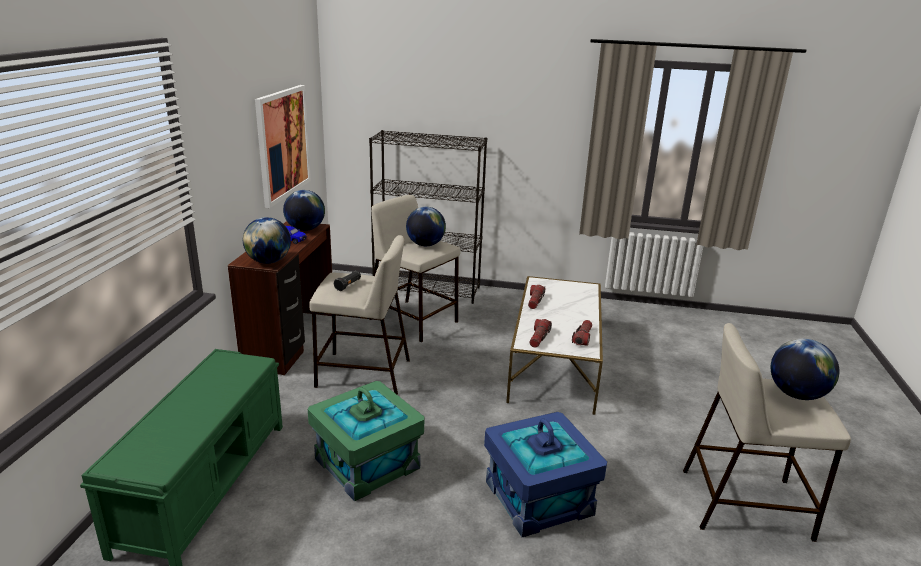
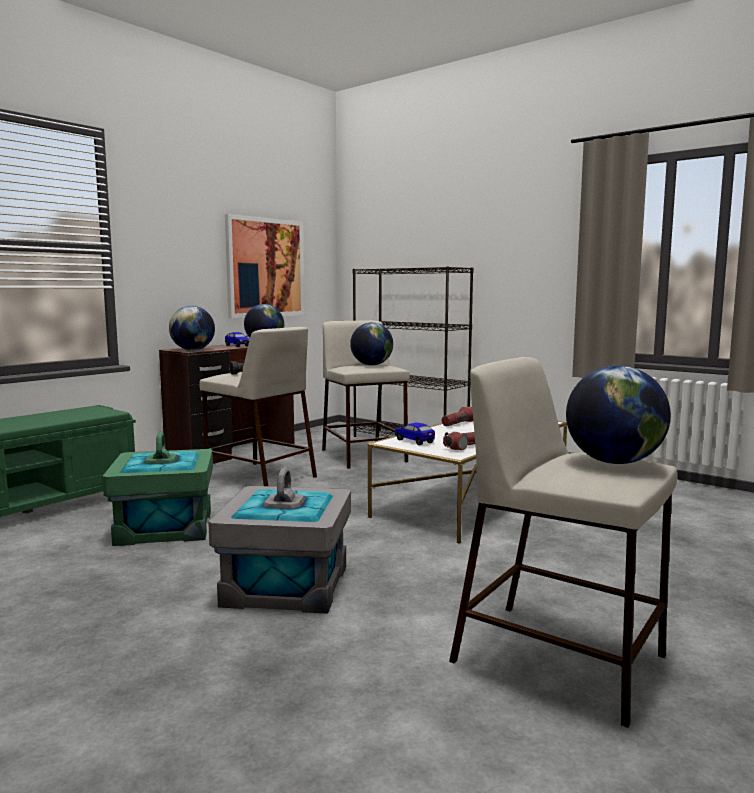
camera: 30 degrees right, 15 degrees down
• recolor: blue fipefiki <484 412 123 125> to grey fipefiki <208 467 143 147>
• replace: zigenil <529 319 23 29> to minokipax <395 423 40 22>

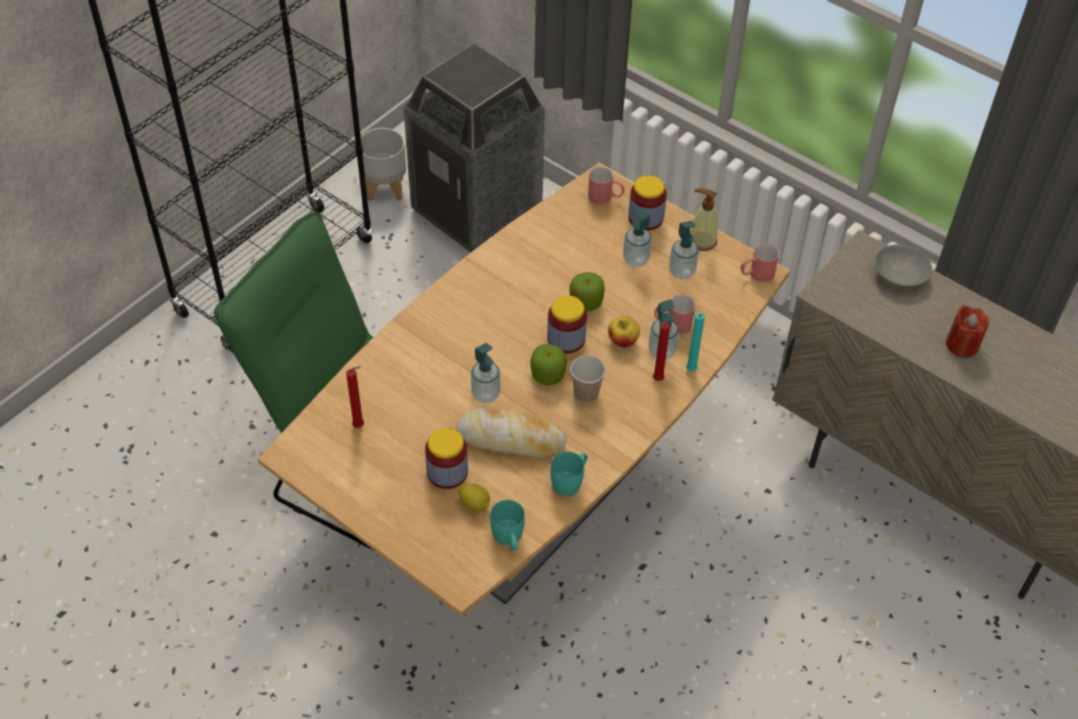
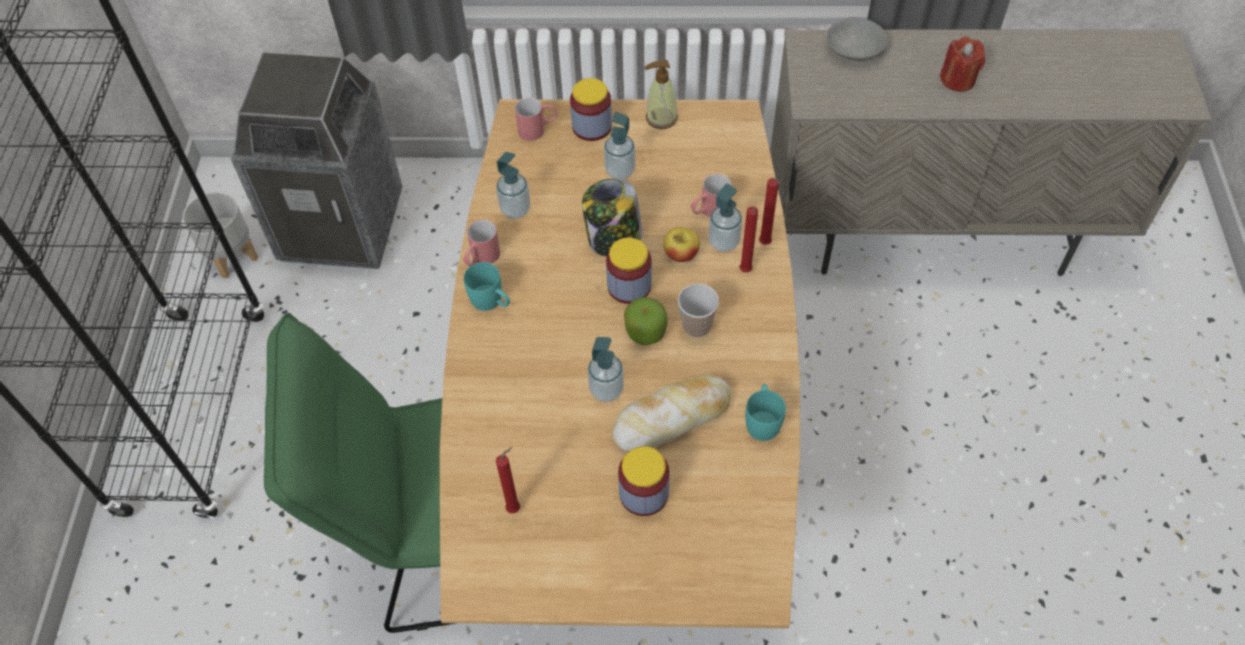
camera: 35 degrees left, 5 degrees up
• delete: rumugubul <458 484 32 28>
• move: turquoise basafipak <490 500 35 51> to <464 262 46 49>
• replace: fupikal <569 272 35 39> to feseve <582 178 60 78>
• move: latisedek <669 221 30 58> to <496 152 34 67>
• recolor: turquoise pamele <686 312 19 60> to red pamele <759 178 21 67>
• move: red basafipak <741 243 38 39> to <463 220 37 47>

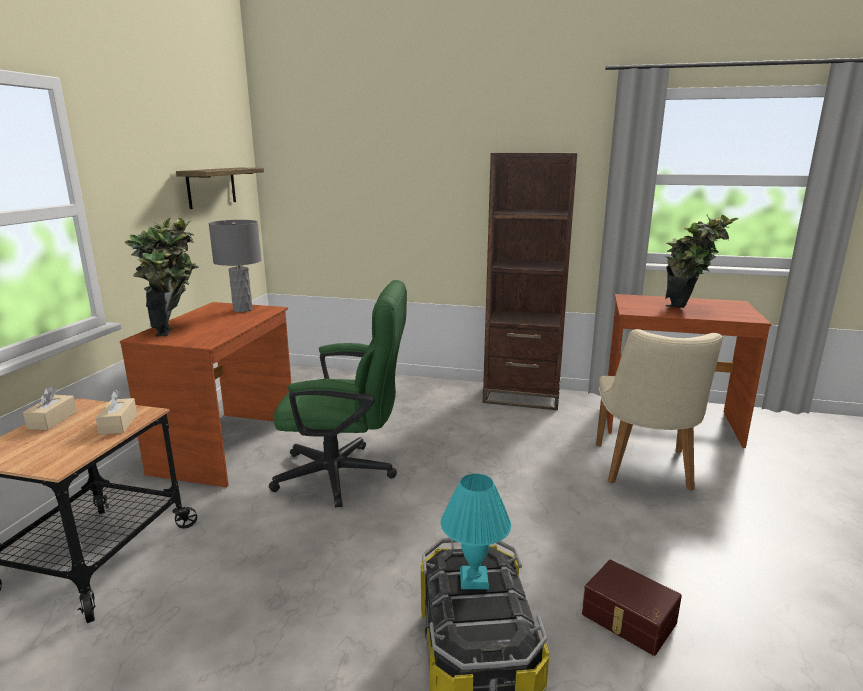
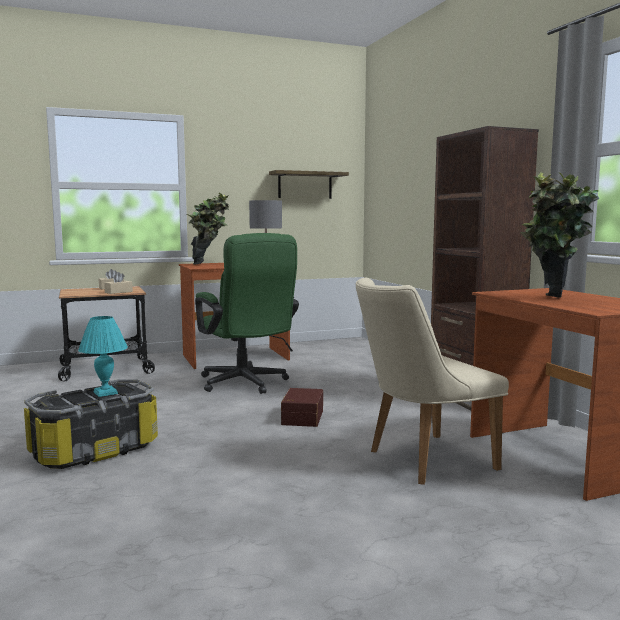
camera: 55 degrees right, 10 degrees down
• move: brown fipefiki <582 560 100 96> to <281 388 42 39>

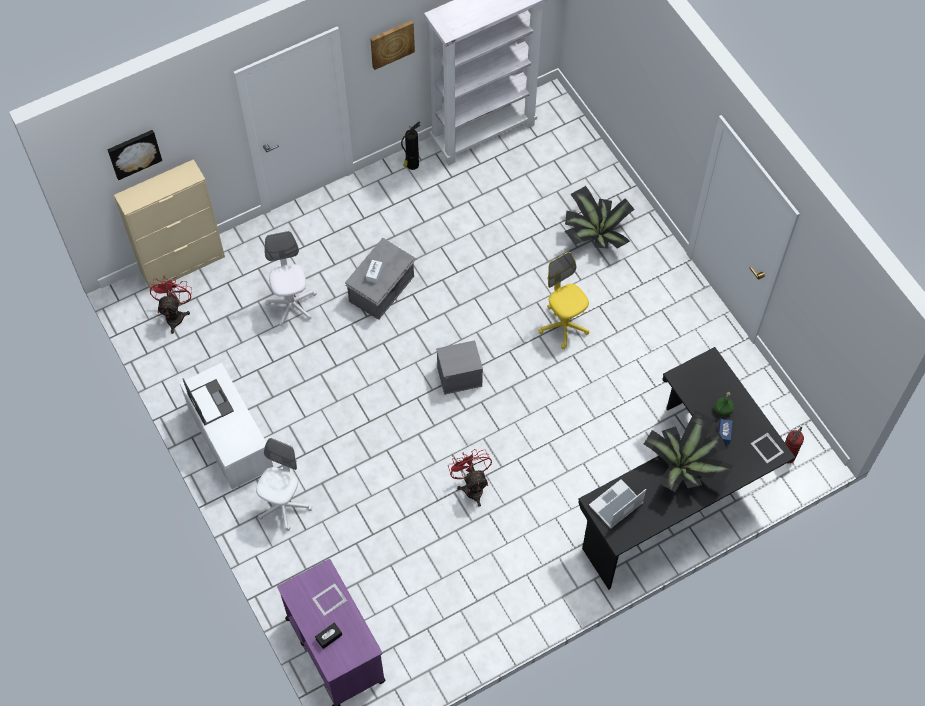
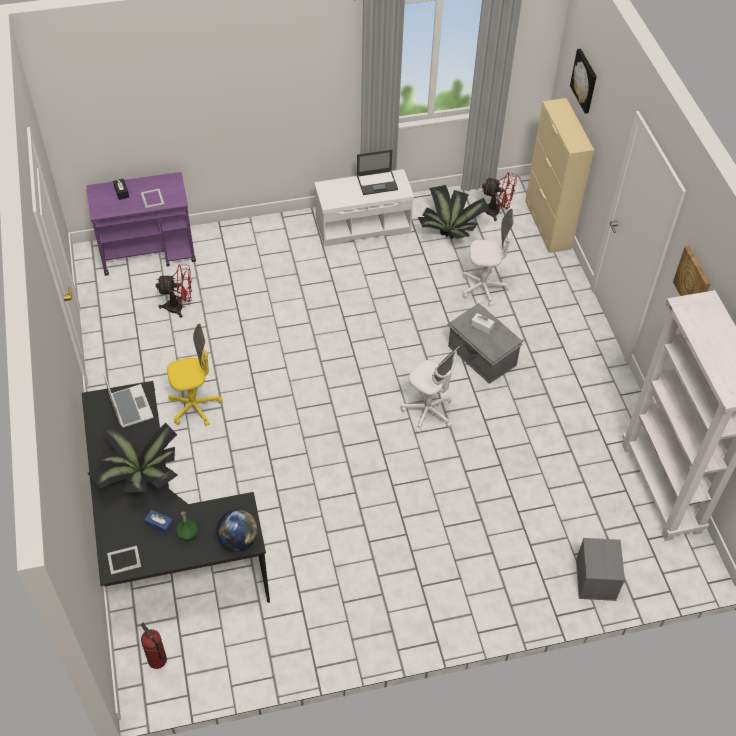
camera: 105 degrees right, 10 degrees down
• move: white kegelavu <256 438 56 93> to <401 346 58 87>
• delete: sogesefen <401 122 20 48>
• move: grey fipefiki <436 340 47 55> to <576 538 49 63>
• move: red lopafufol <448 449 44 58> to <156 265 36 53>
• move: yellow kegelavu <538 252 51 97> to <167 324 56 102>
• move: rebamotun <565 186 70 63> to <418 185 72 54>
• insert: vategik <217 509 41 42>

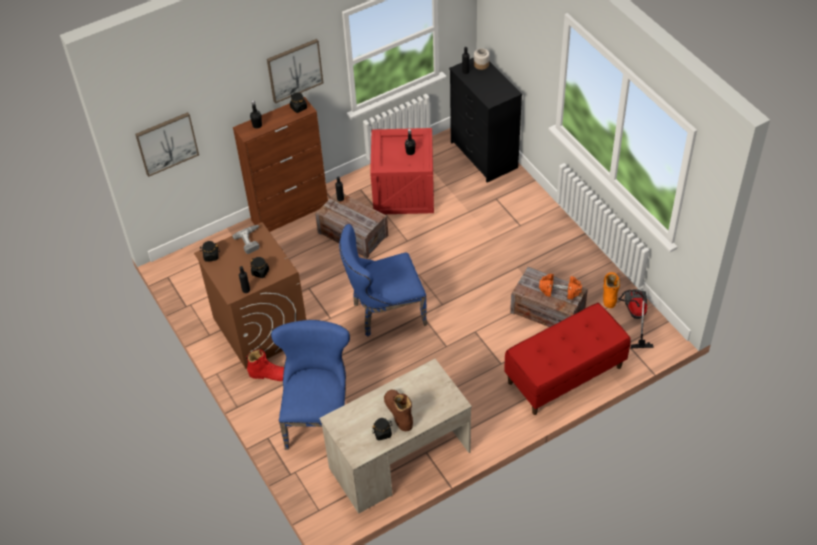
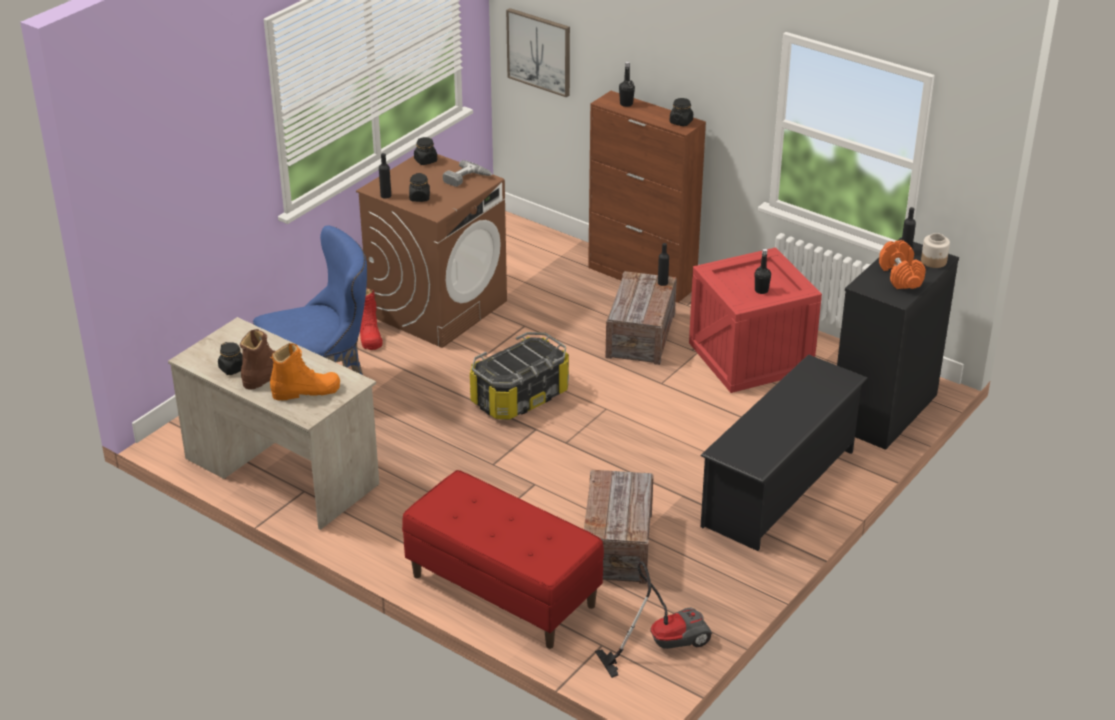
camera: 65 degrees right, 15 degrees down
• delete: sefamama <267 39 56 65>
• replace: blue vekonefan <339 224 88 113> to fipefiki <470 332 99 88>
• move: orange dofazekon <539 274 43 26> to <879 240 47 49>
• move: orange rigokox <603 272 17 36> to <270 343 70 58>
• insert: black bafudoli <700 354 168 197>

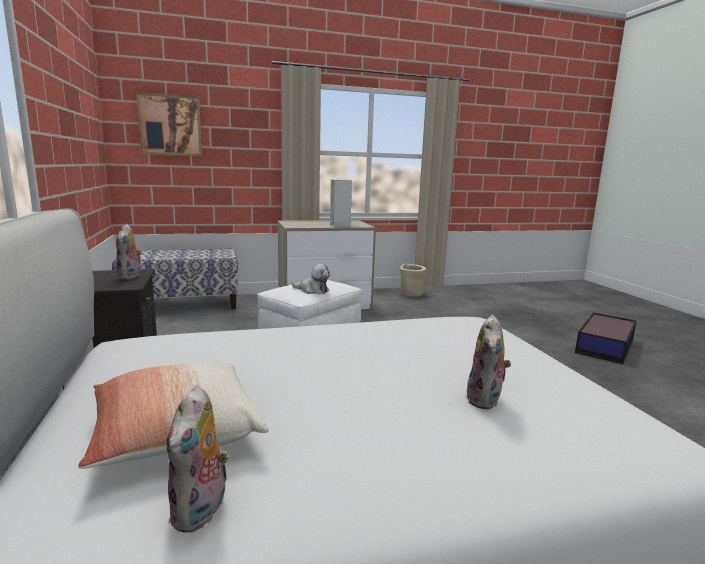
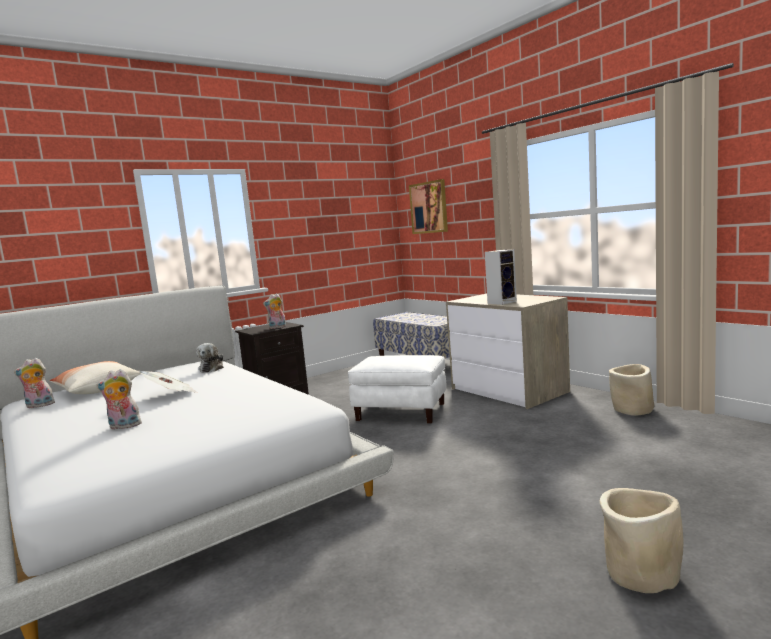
camera: 70 degrees right, 5 degrees down
• move: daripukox <292 264 38 30> to <196 343 28 30>
• replace: fipefiki <575 312 62 52> to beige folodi <599 488 84 105>
• insert: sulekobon <137 371 60 21>

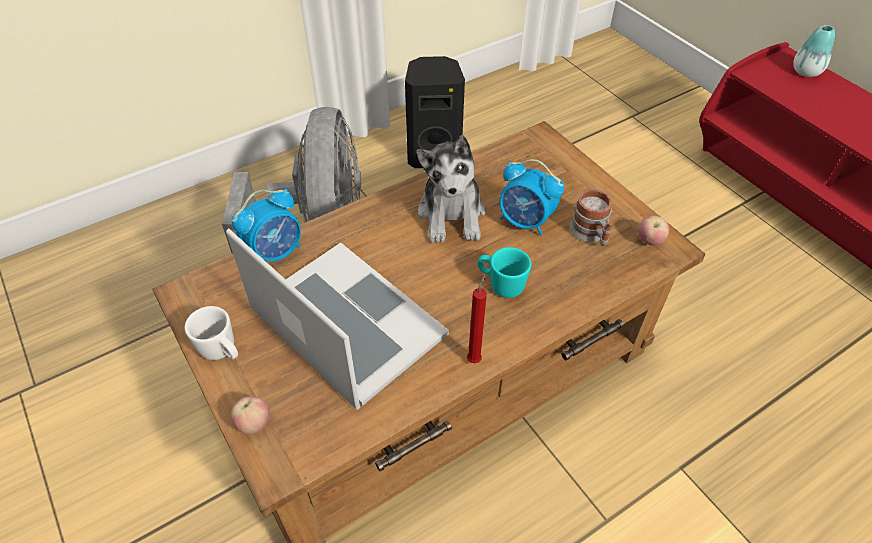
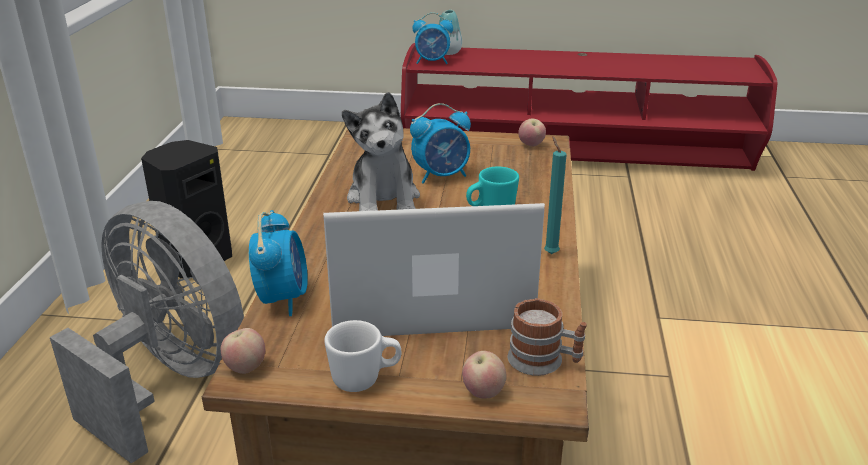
camera: 50 degrees left, 20 degrees down
• rotate: daripukox <416 135 70 108> = <342 92 78 119> 45 degrees clockwise
• recolor: red pamele <467 274 20 89> to turquoise pamele <544 136 23 118>
• move: basafipak <570 189 43 57> to <507 298 80 78>
• insert: fupikal <221 328 44 46>
• insert: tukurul <412 12 41 52>

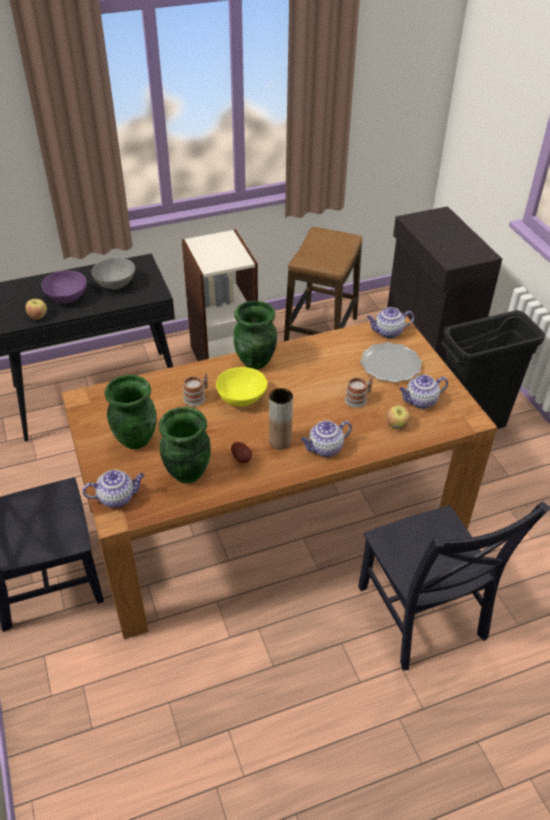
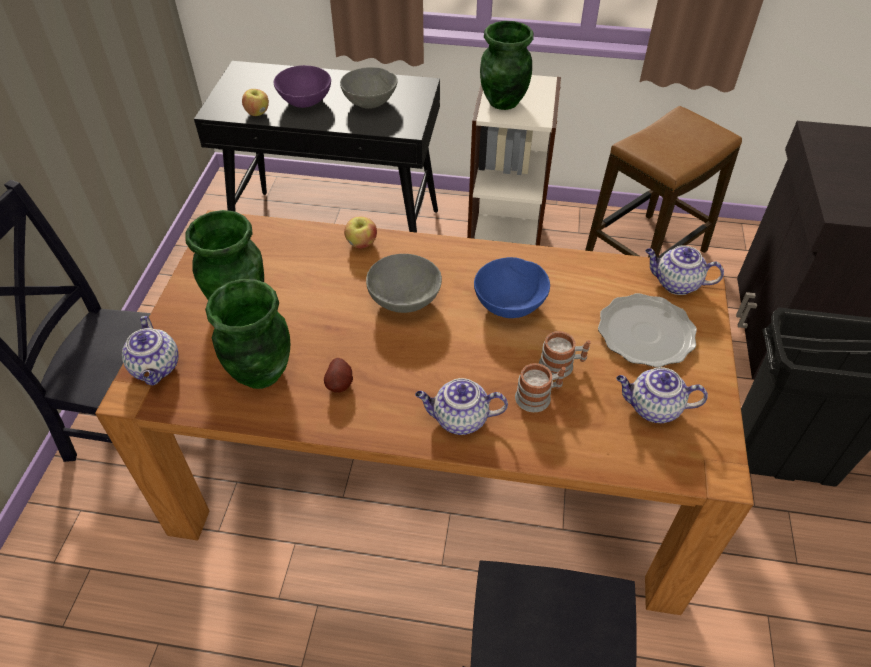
camera: 30 degrees right, 5 degrees up
• rotate: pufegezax <82 470 63 38> = <122 316 57 70> 60 degrees clockwise
• move: basafipak <183 373 25 34> to <515 363 51 49>
• recolor: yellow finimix <216 367 52 39> to grey finimix <366 254 76 59>
• move: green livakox <234 301 43 68> to <480 21 54 89>
• delete: brown livakox <269 388 24 62>
• move: fupikal <386 405 24 24> to <344 217 33 32>
• insert: blue finimix <474 257 76 61>

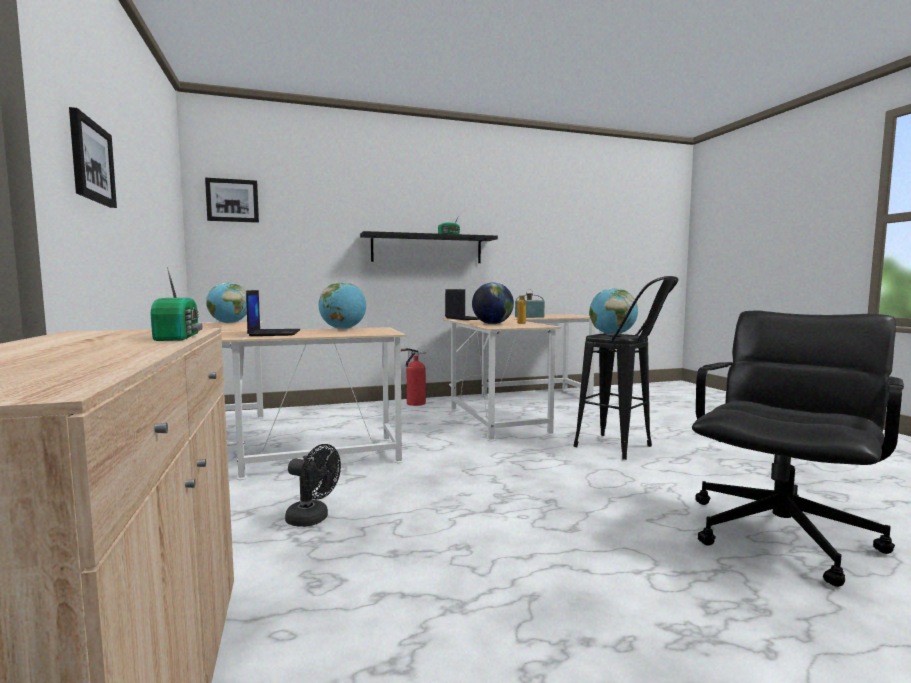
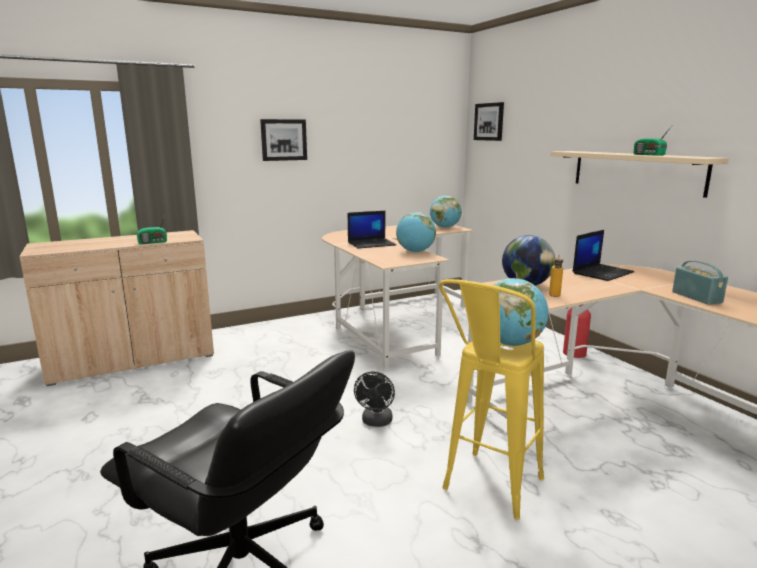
camera: 80 degrees right, 10 degrees up
• move: black lopafufol <285 444 56 83> to <354 372 41 55>
• recolor: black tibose <360 231 138 32> to beige tibose <550 151 179 47>
• recolor: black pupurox <574 276 104 184> to yellow pupurox <439 279 105 241>

